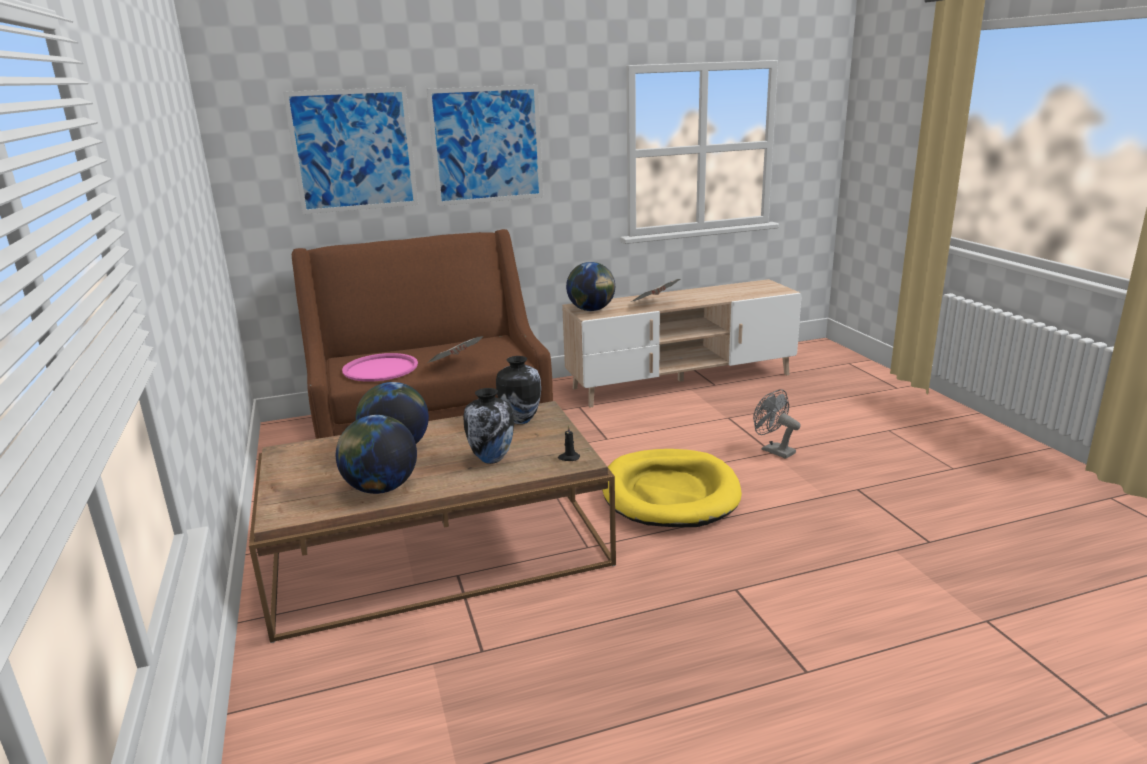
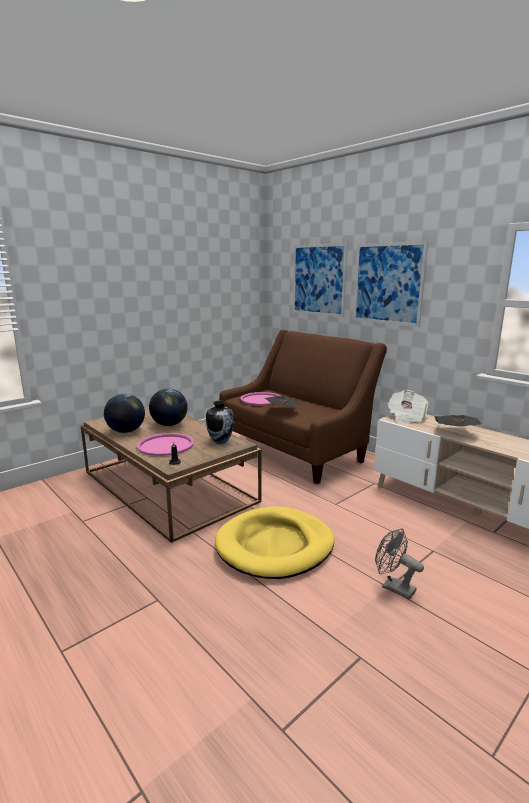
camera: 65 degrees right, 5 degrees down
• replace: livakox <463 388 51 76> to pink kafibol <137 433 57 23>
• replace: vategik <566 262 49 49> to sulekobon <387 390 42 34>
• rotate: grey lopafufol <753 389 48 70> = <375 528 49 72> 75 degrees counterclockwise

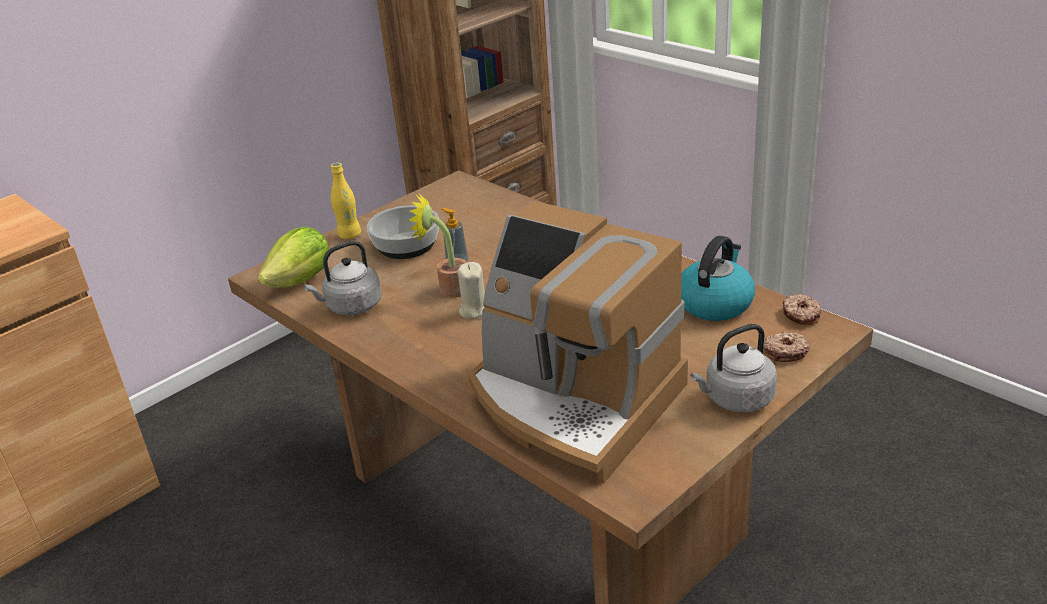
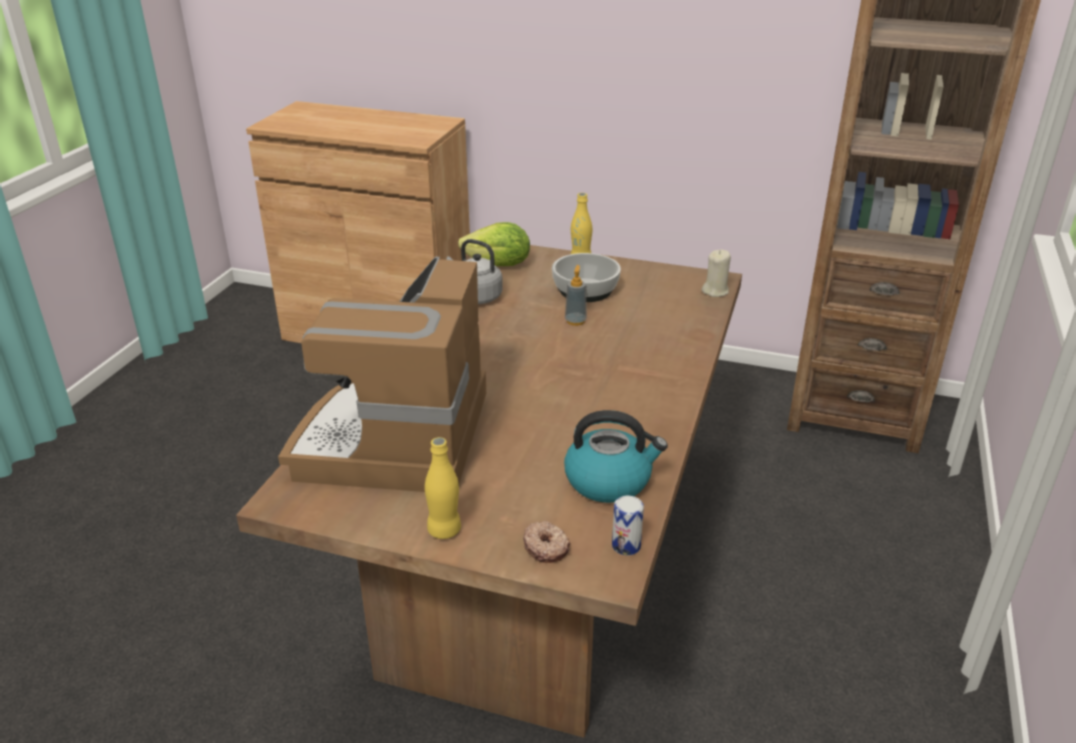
camera: 60 degrees right, 0 degrees up
• delete: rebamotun <408 194 59 104>
• move: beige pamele <458 262 27 57> to <702 249 29 48>
• replace: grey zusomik <690 324 87 88> to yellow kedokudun <425 437 36 102>
• replace: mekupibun <783 294 38 31> to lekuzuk <612 496 32 60>

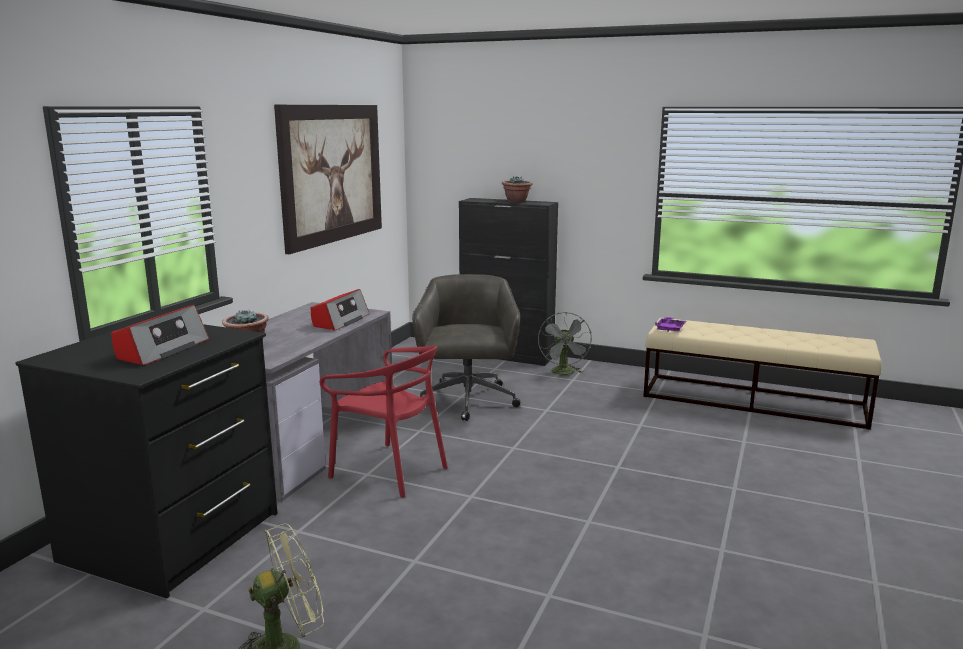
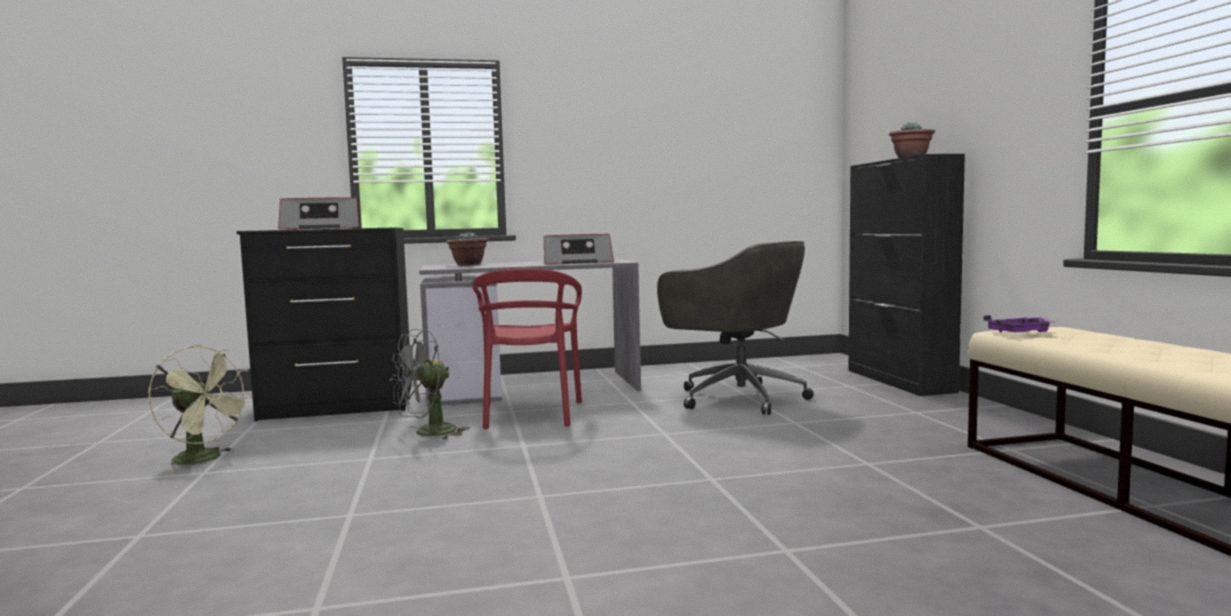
camera: 55 degrees right, 10 degrees down
• delete: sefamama <274 105 108 149>
• rotate: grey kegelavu <412 274 108 147> = <657 241 157 174> 75 degrees clockwise
• move: grey lopafufol <538 312 54 63> to <390 329 80 111>

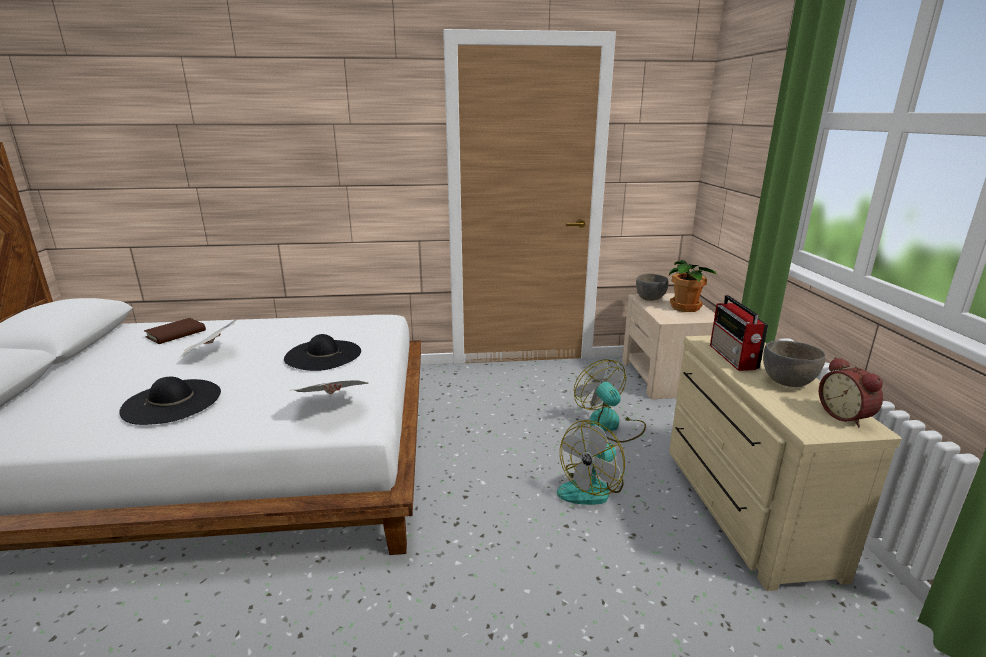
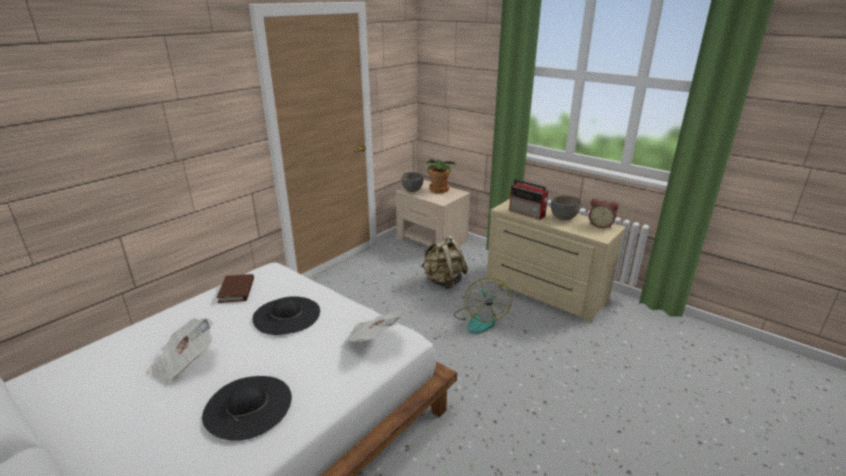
camera: 45 degrees left, 5 degrees up
• move: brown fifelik <144 318 62 26> to <217 274 37 29>
• replace: lopafufol <574 360 72 83> to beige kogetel <421 235 47 54>

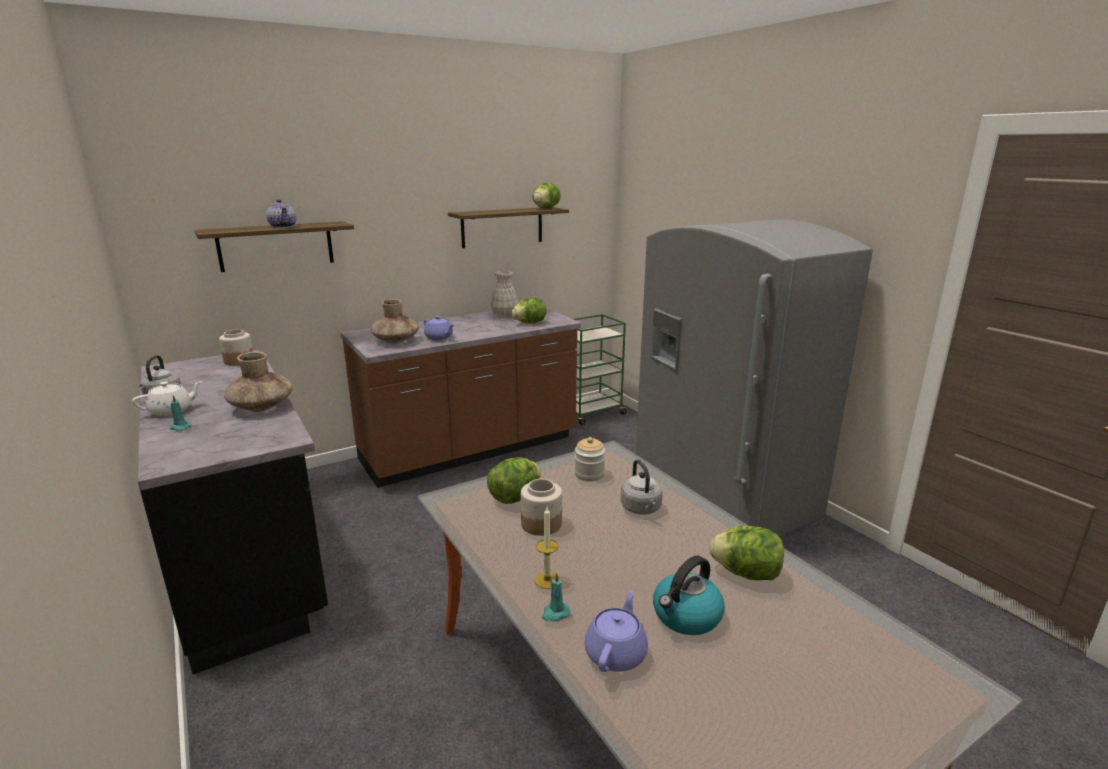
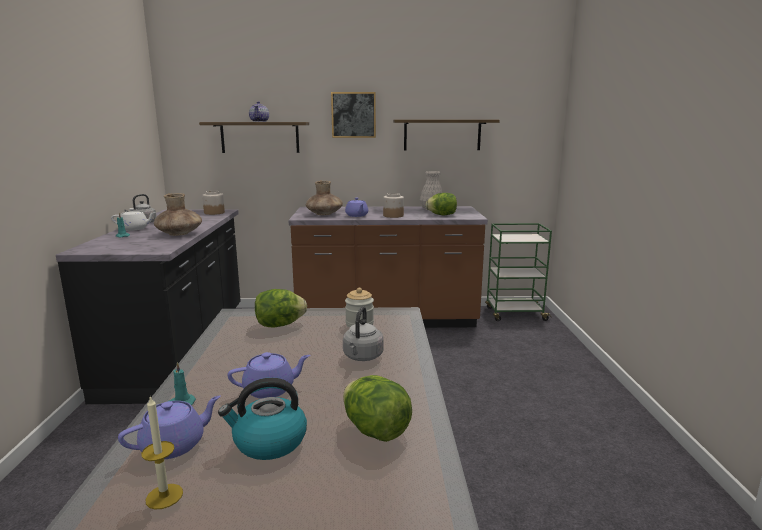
camera: 30 degrees right, 5 degrees down
• move: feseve <521 479 41 57> to <383 193 21 25>
• delete: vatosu <532 183 29 26>
• move: pamele <534 507 27 82> to <141 396 42 114>
• delete: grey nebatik <636 219 237 318>
• insert: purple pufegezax <228 352 82 47>
• insert: sefamama <331 92 45 46>

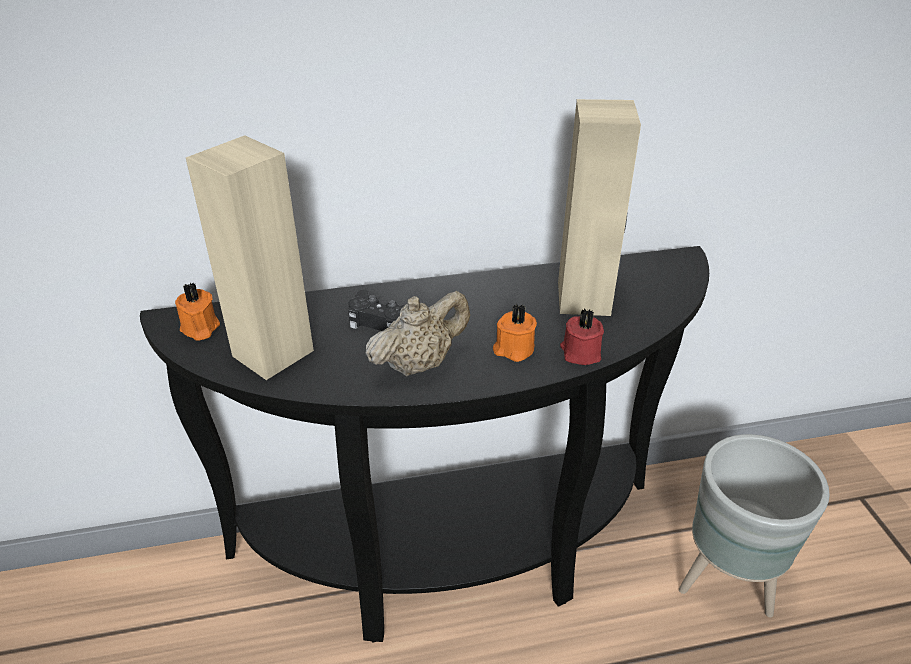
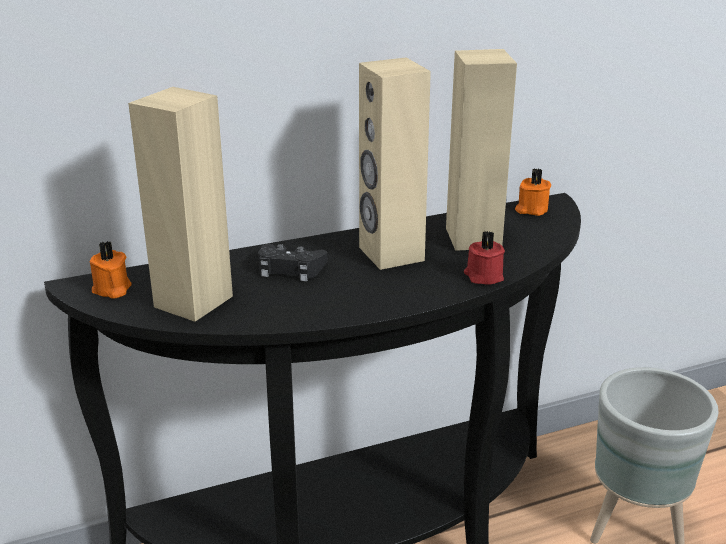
camera: 10 degrees left, 10 degrees down
• delete: beige pufegezax <365 291 105 85>
• move: orange pamele <493 304 44 58> to <515 168 36 48>
• insert: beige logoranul <359 58 72 212>

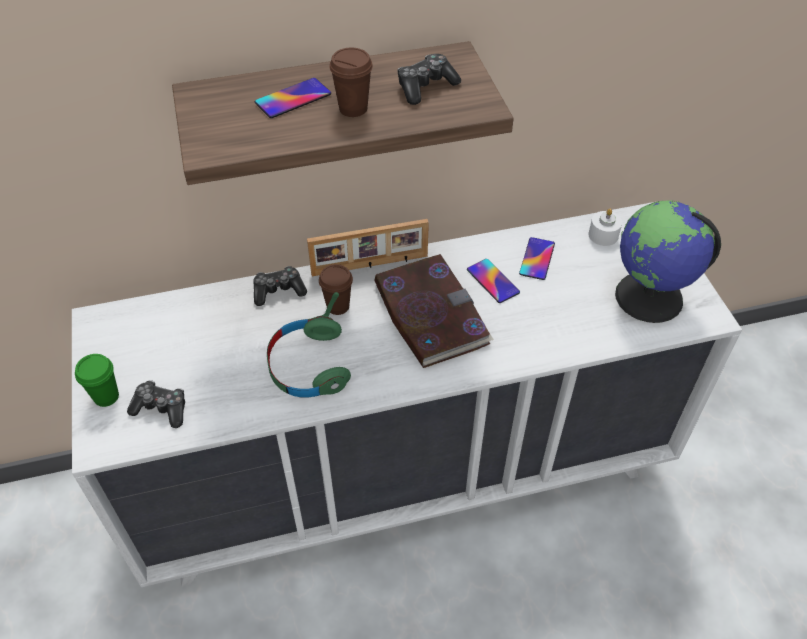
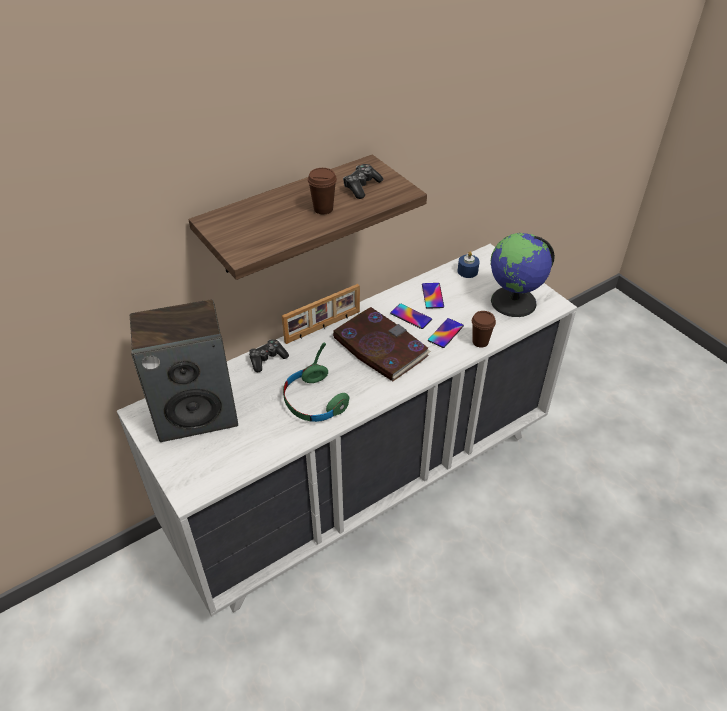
camera: 20 degrees left, 5 degrees down
• delete: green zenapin <75 354 44 53>
• delete: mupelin <127 380 58 48>
• move: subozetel <255 78 76 40> to <428 318 36 30>
• move: brown zenapin <319 264 34 51> to <472 311 24 37>
• recolor: white pamele <588 209 34 37> to blue pamele <458 251 22 27>
• insert: logoranul <130 299 108 143>

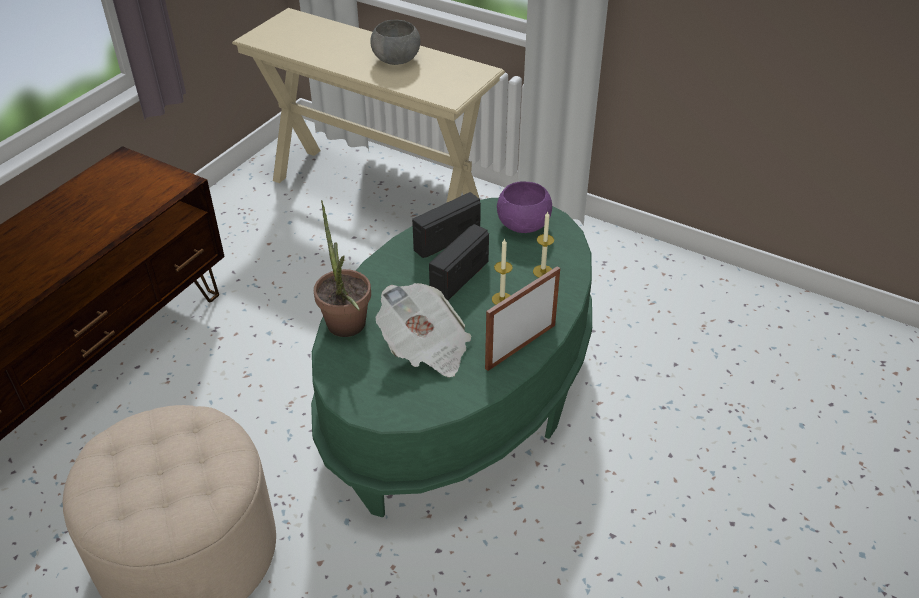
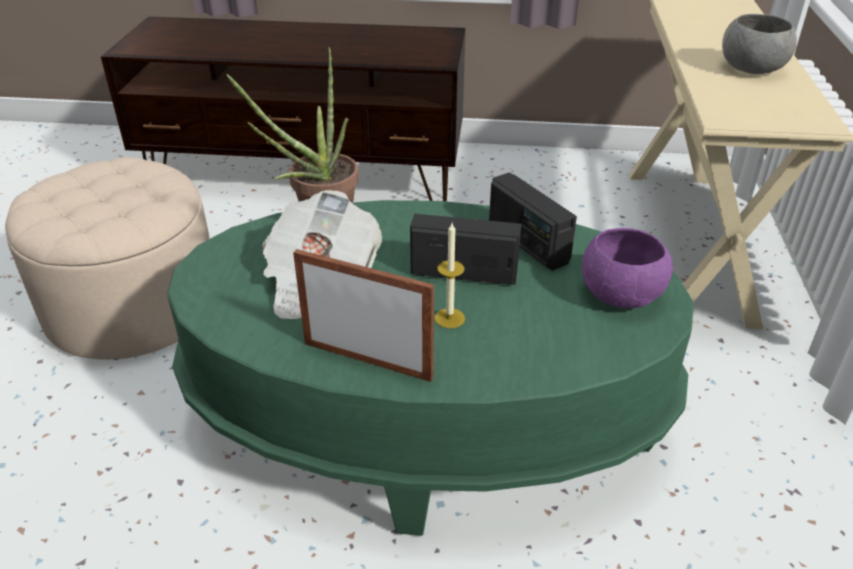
camera: 65 degrees right, 5 degrees down
• rotate: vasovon <412 192 69 66> = <489 172 88 99> 150 degrees counterclockwise
• delete: pamele <533 212 21 65>

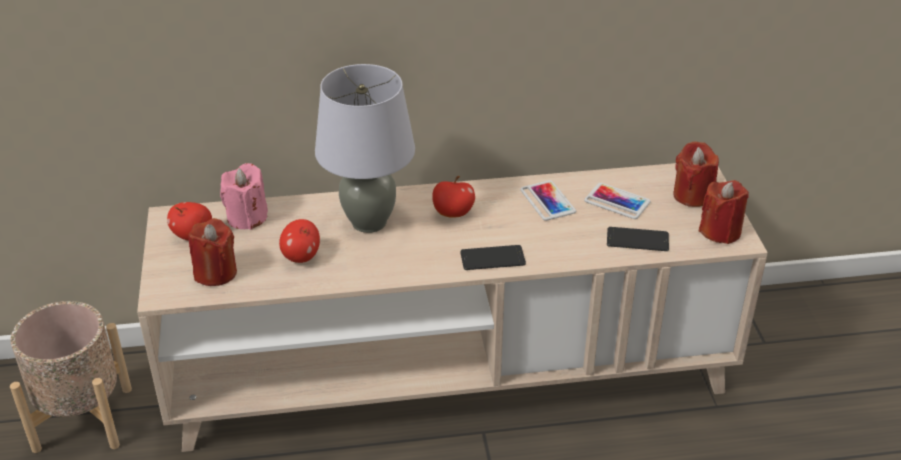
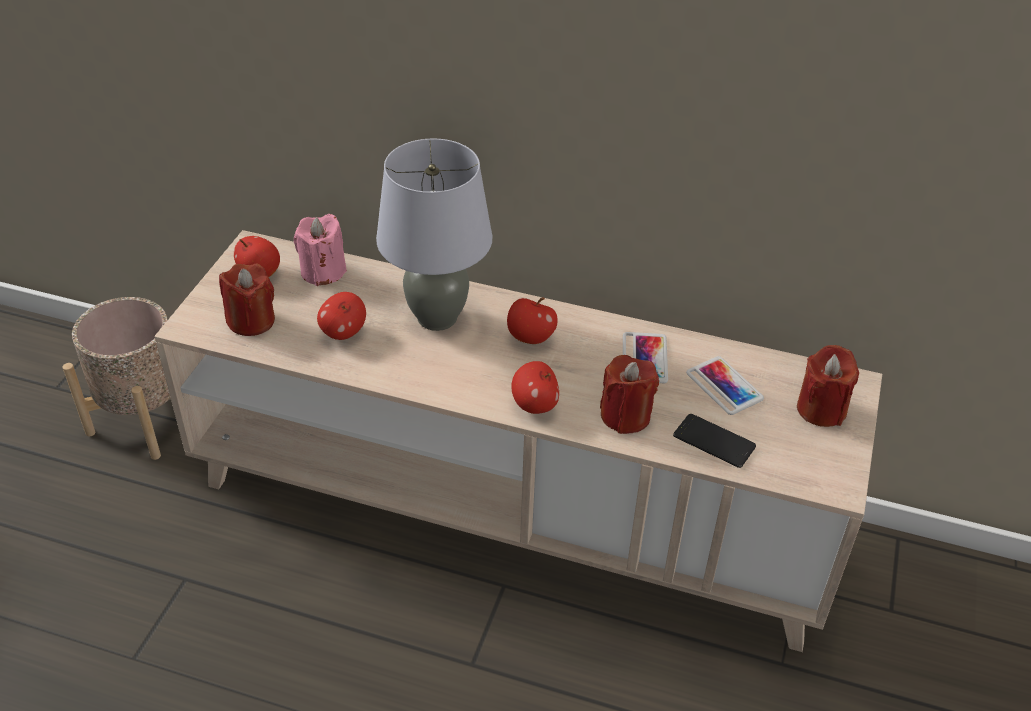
camera: 25 degrees right, 5 degrees up
• replace: subozetel <460 245 66 25> to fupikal <511 361 48 53>
• move: red pamele <699 180 50 64> to <600 355 59 79>

